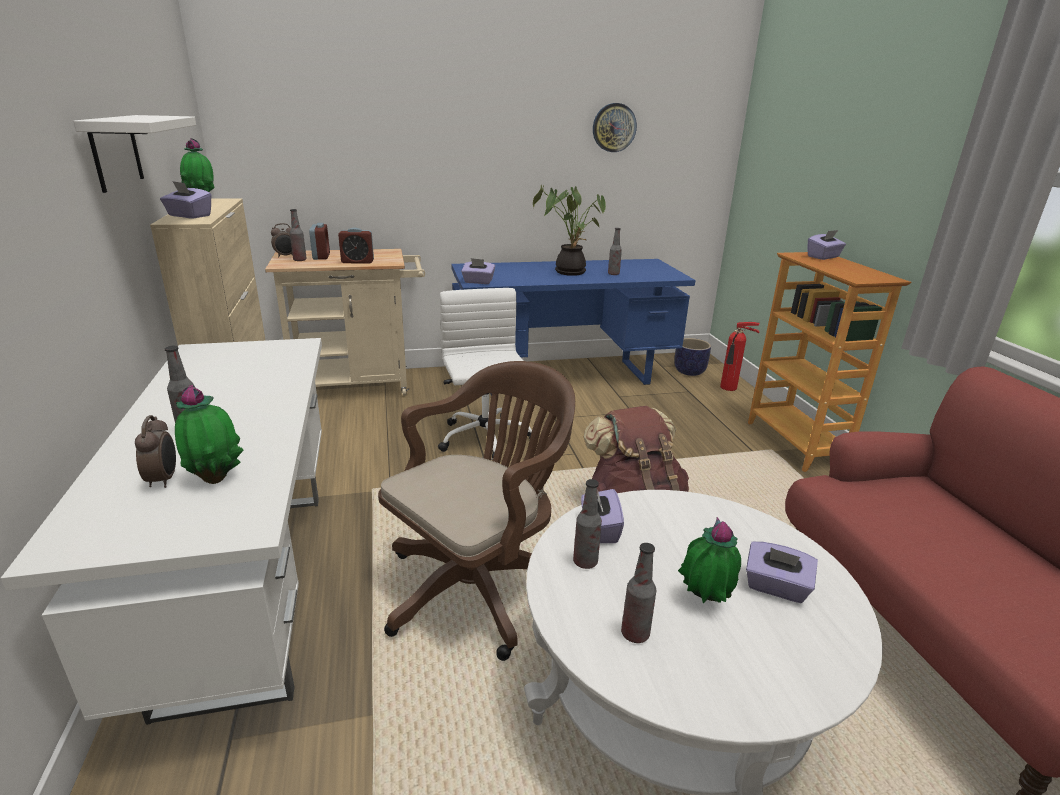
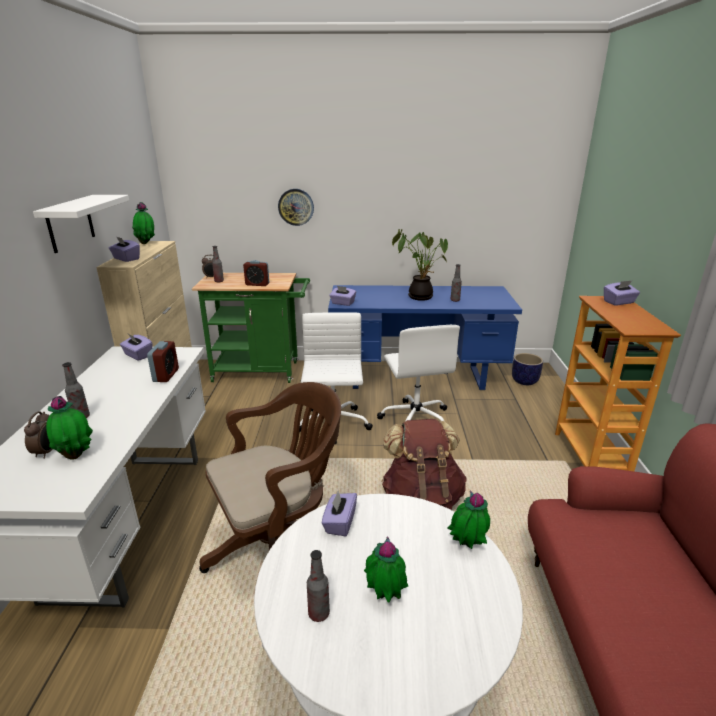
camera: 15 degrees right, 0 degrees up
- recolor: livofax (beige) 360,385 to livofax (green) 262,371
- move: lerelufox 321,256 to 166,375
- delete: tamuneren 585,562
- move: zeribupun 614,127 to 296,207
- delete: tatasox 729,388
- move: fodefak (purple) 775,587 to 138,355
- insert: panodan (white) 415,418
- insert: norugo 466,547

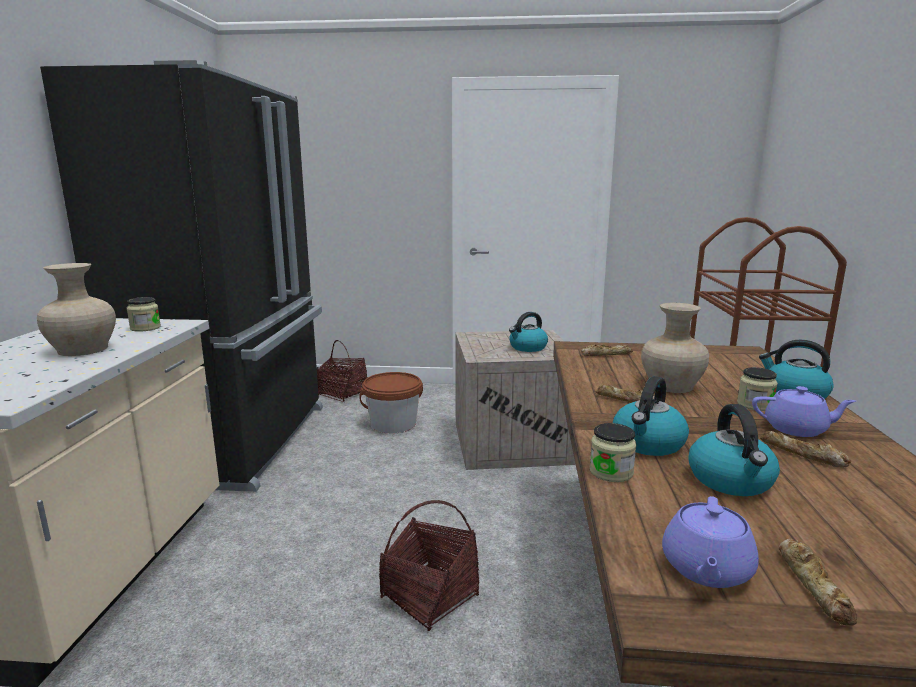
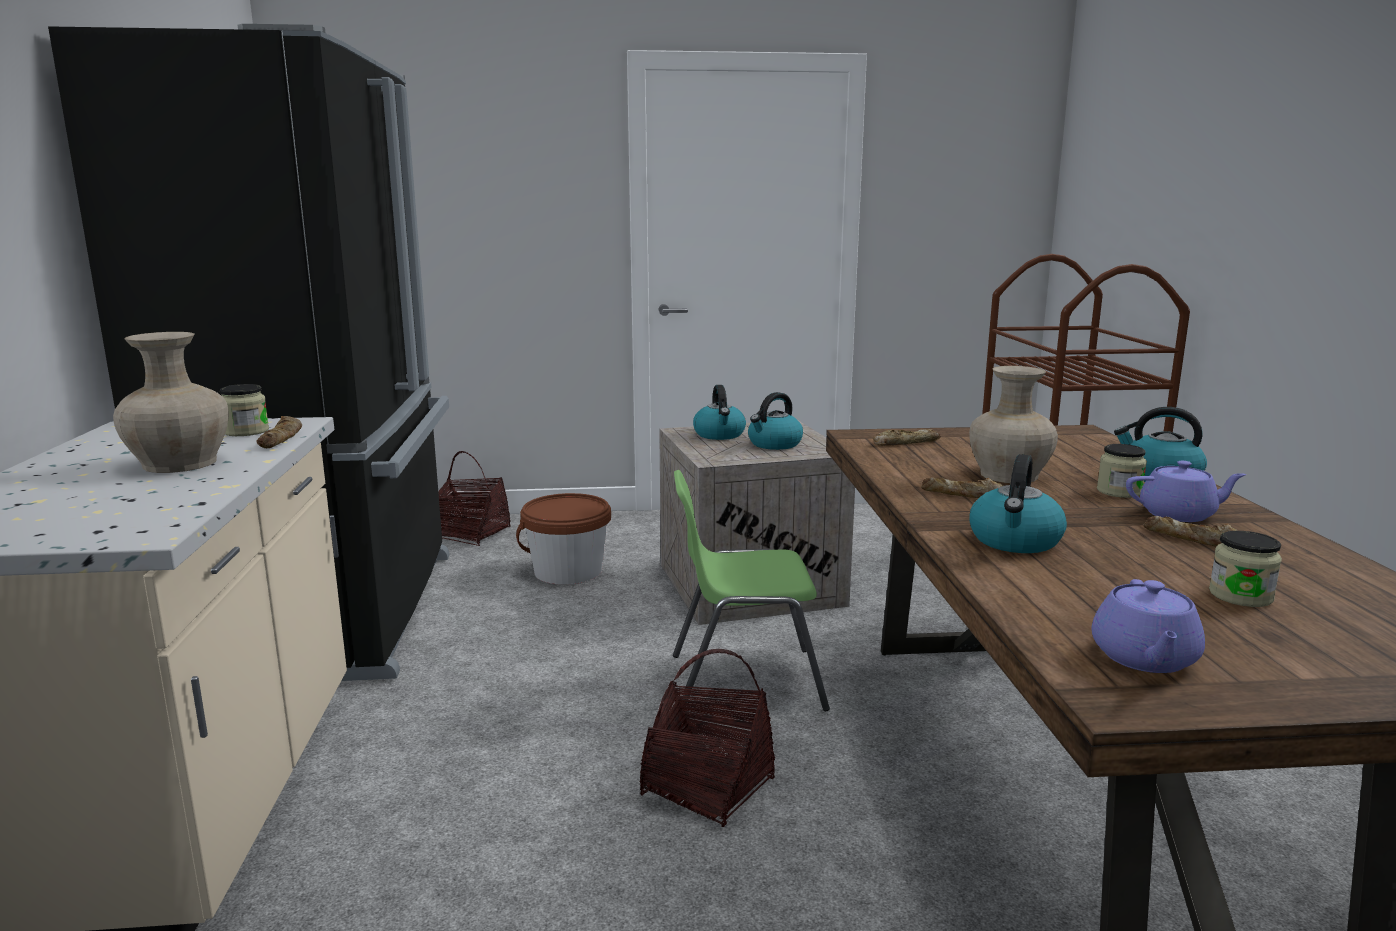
camera: 10 degrees left, 0 degrees up
- move: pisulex 611,472 to 1240,596
- move: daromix 731,480 to 719,435
- move: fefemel 814,585 to 282,439
- insert: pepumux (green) 743,680

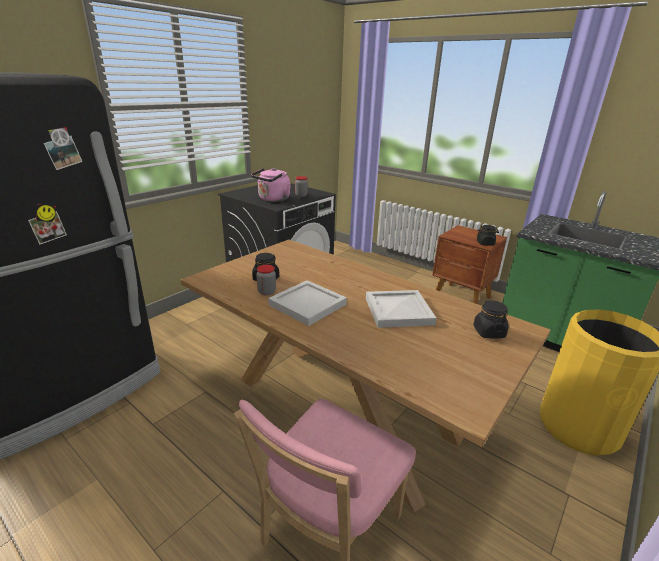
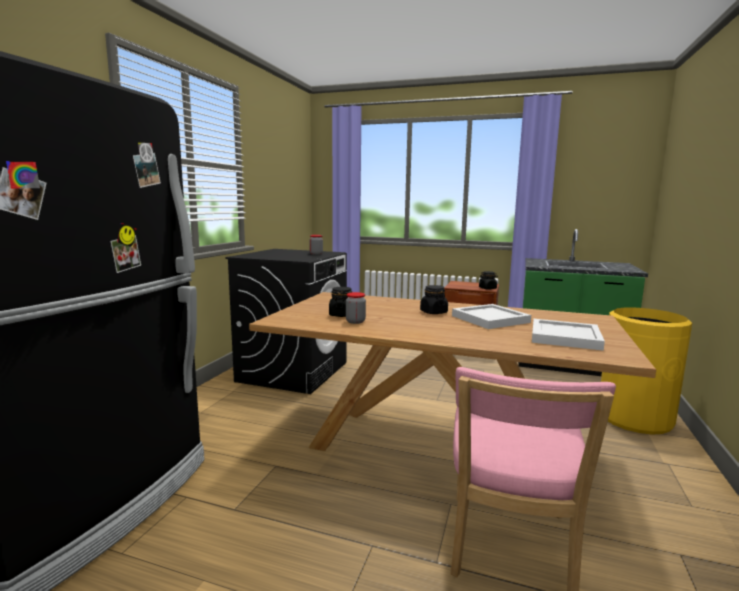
camera: 20 degrees left, 15 degrees down
- delete: daromix (pink) 273,199
- move: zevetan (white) 306,304 to 564,337
- move: pisulex (black) 488,332 to 433,312

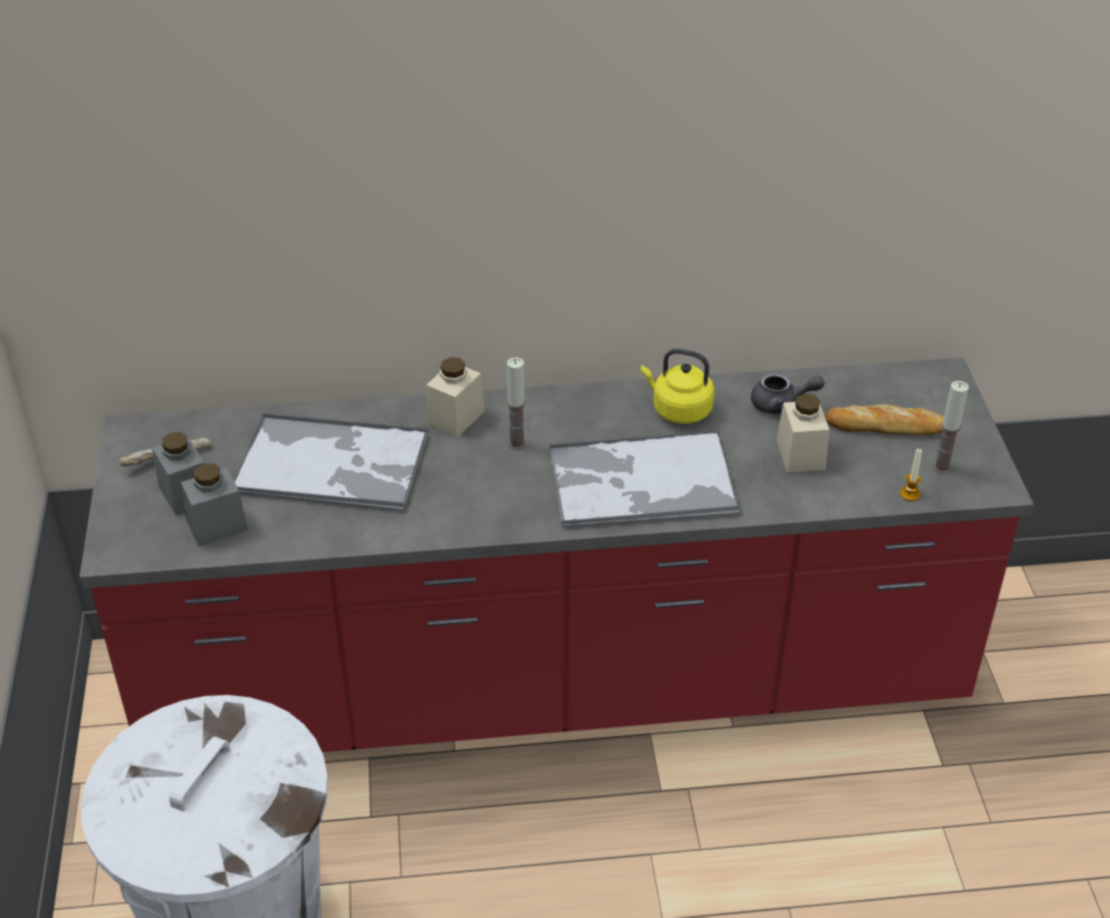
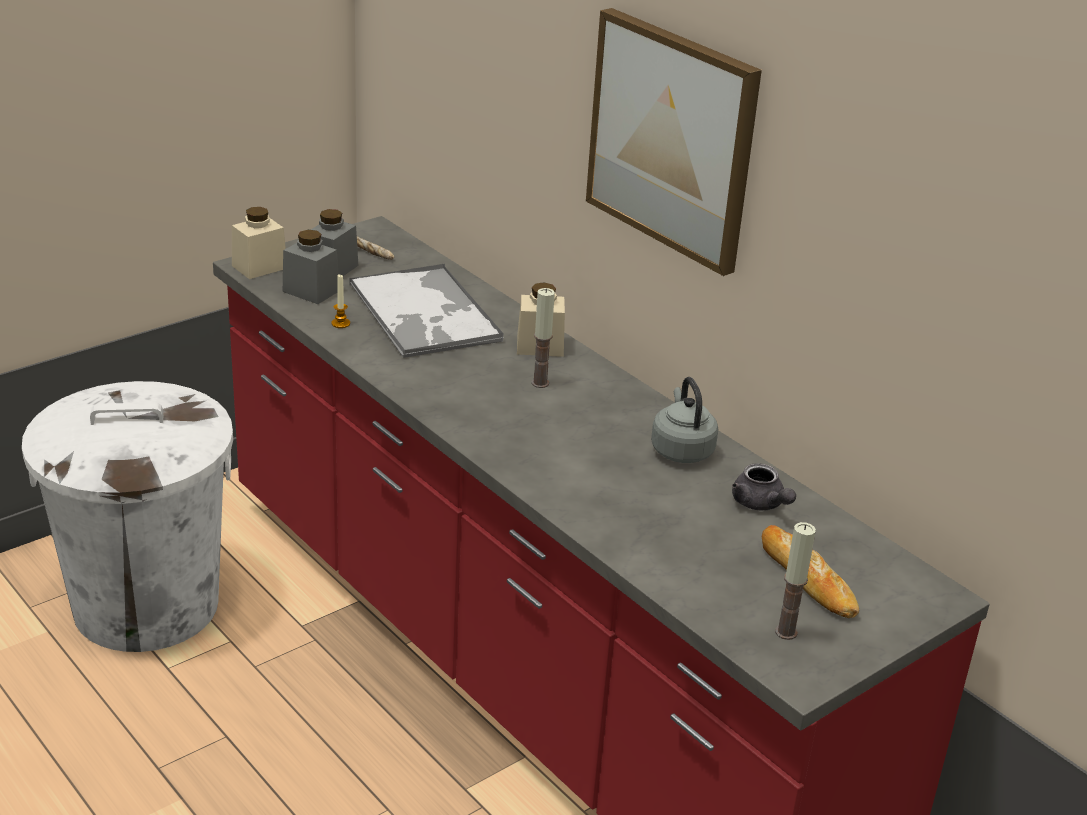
camera: 55 degrees right, 10 degrees down
- delete: zevetan 640,482
- recolor: daromix (yellow) 678,410 to daromix (grey) 681,449
- move: pisulex (beige) 800,454 to 259,267
- move: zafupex 910,494 to 340,323
- insert: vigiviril 672,139

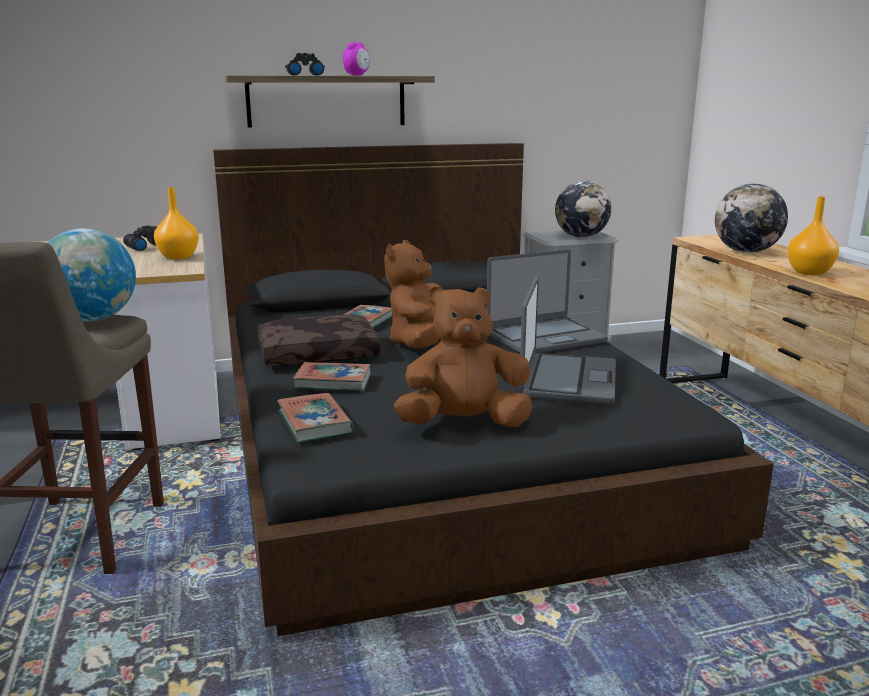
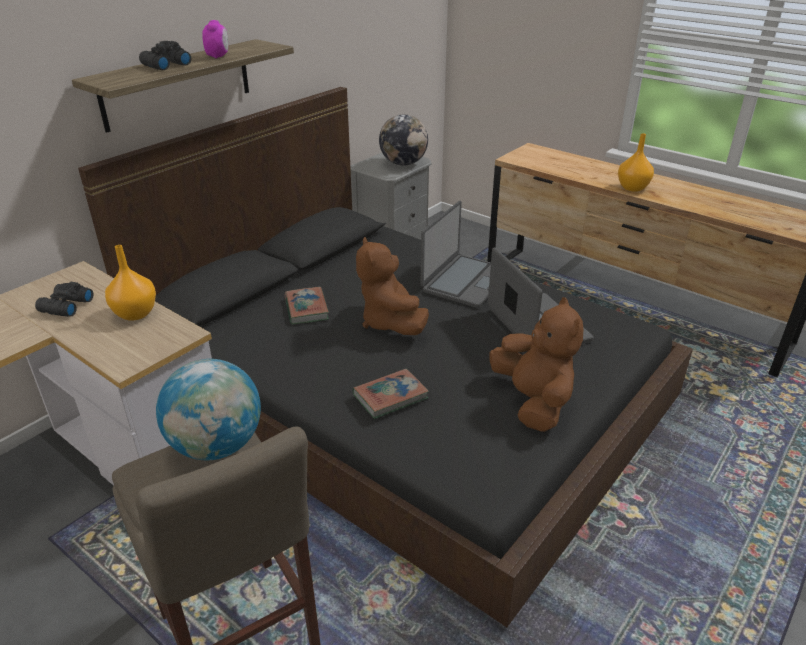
camera: 35 degrees left, 15 degrees up
- delete: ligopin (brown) 319,354
- delete: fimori 314,422
- rotate: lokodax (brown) 464,424 = 533,402 120 degrees clockwise
- delete: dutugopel 746,252

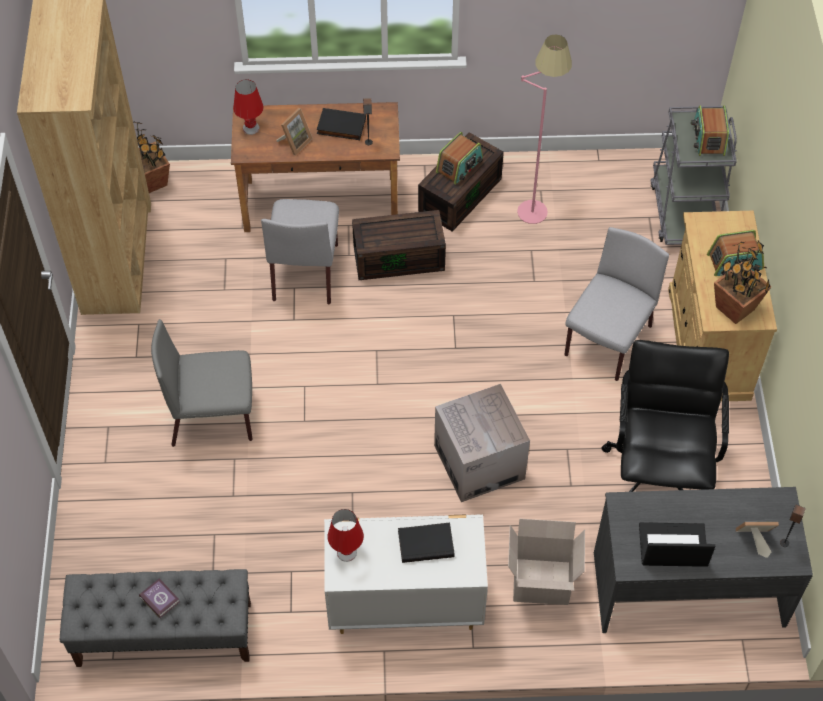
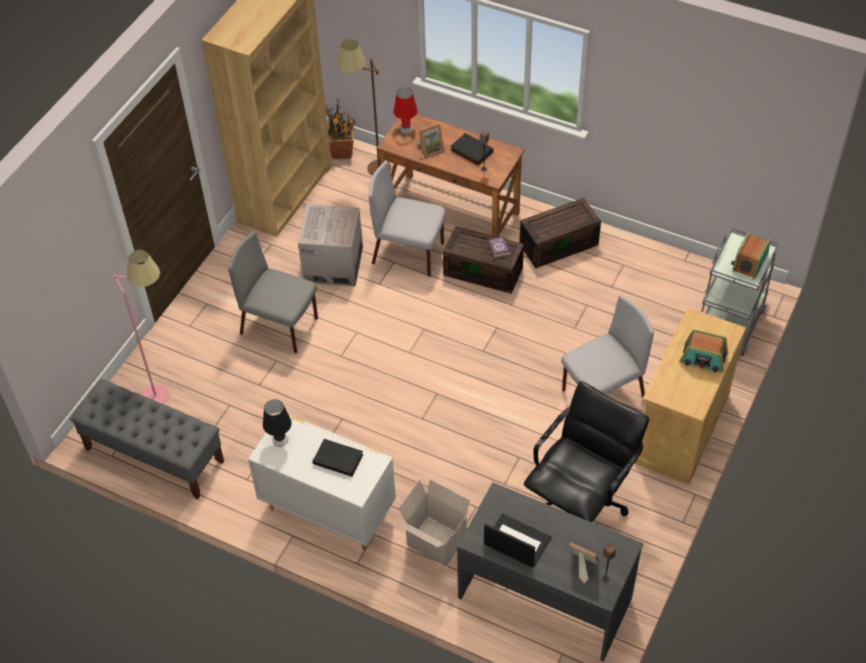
camera: 30 degrees right, 5 degrees down
- move: fimori 159,598 to 498,248
- rotate: pepumux (grey) 305,271 = 409,254 75 degrees clockwise
- recolor: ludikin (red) 347,552 to ludikin (black) 280,440
- move: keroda 479,462 to 333,264
- delete: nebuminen 459,166
- move: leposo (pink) 535,201 to 165,387
- delete: norugo 735,309
- insert: leposo (brown) 370,173

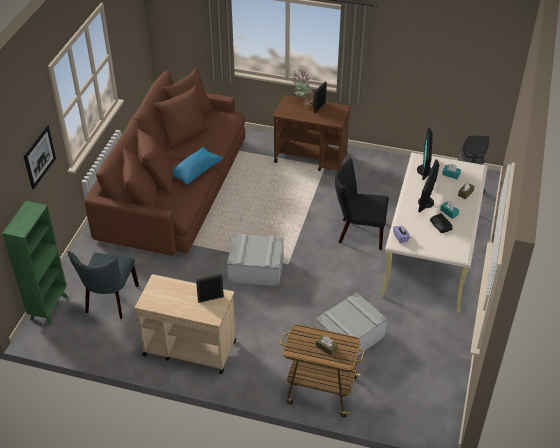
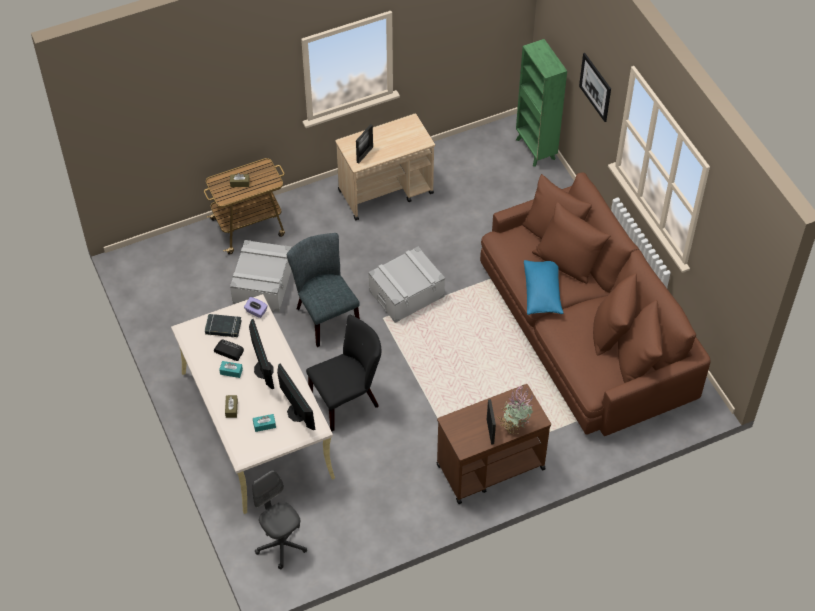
camera: 140 degrees right, 10 degrees up
- move: pepumux (grey) 110,301 to 325,315
- insert: fimori (black) 223,327

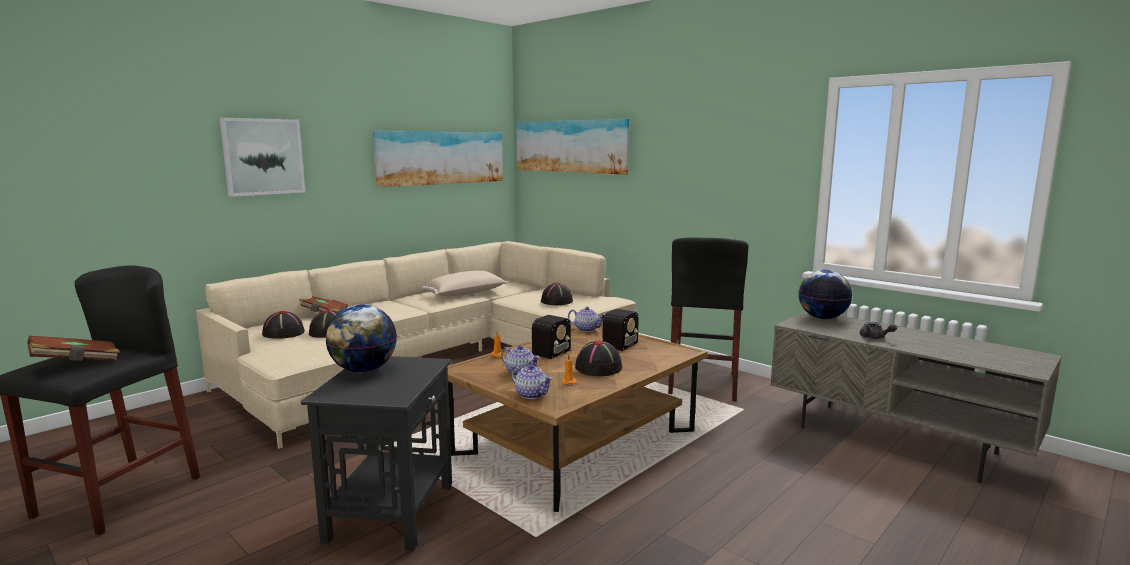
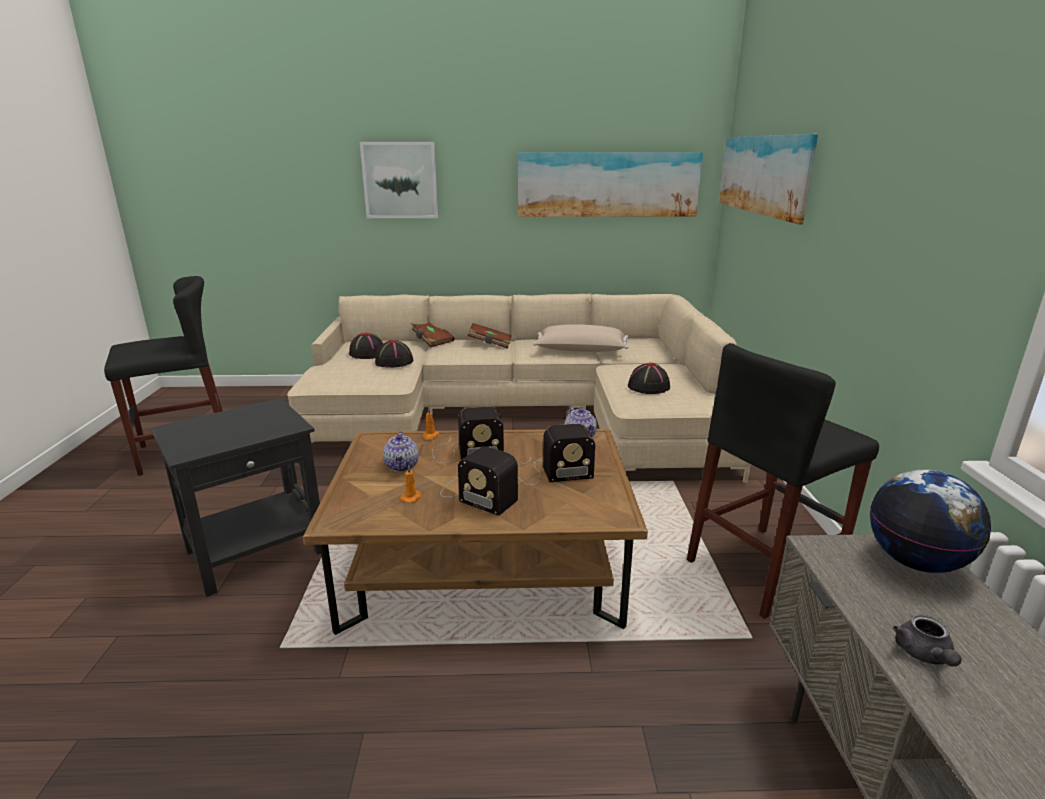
camera: 45 degrees right, 10 degrees up
- move: fimori (brown) 76,363 to 490,344
- delete: dutugopel 363,370
- delete: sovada 532,394
- replace: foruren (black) 599,368 to nebuminen 476,494

